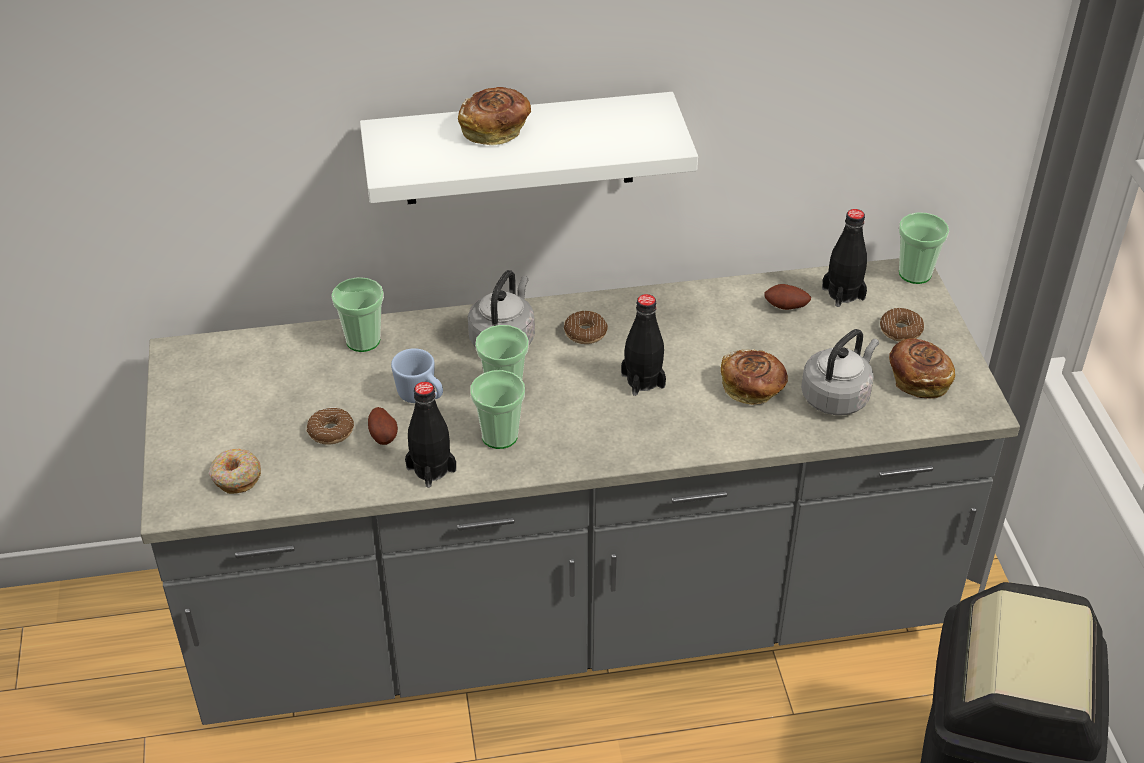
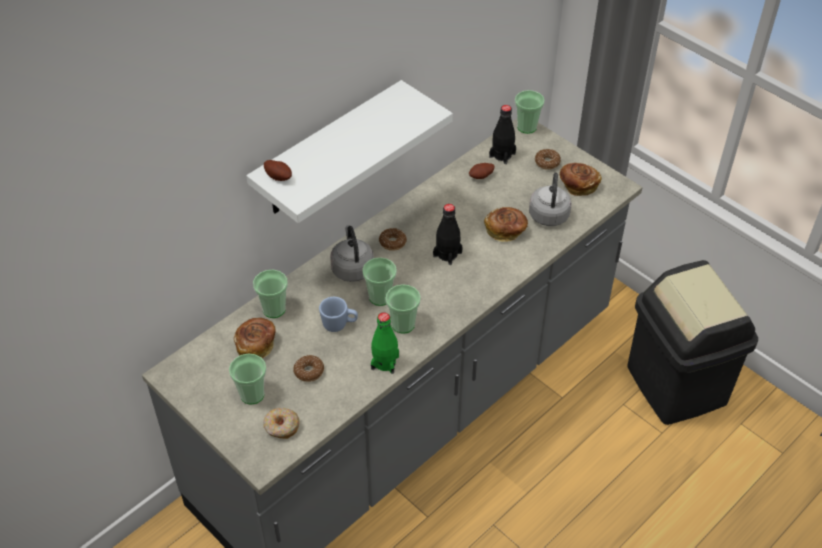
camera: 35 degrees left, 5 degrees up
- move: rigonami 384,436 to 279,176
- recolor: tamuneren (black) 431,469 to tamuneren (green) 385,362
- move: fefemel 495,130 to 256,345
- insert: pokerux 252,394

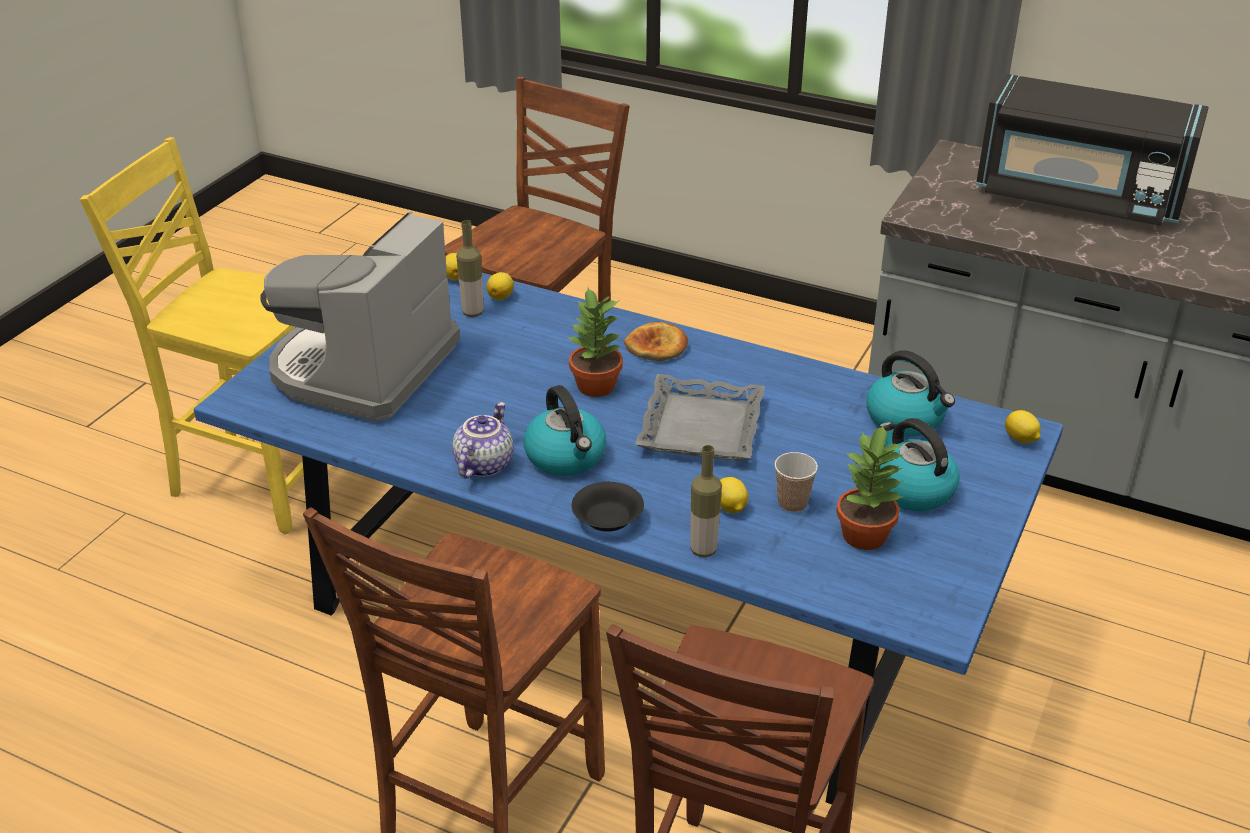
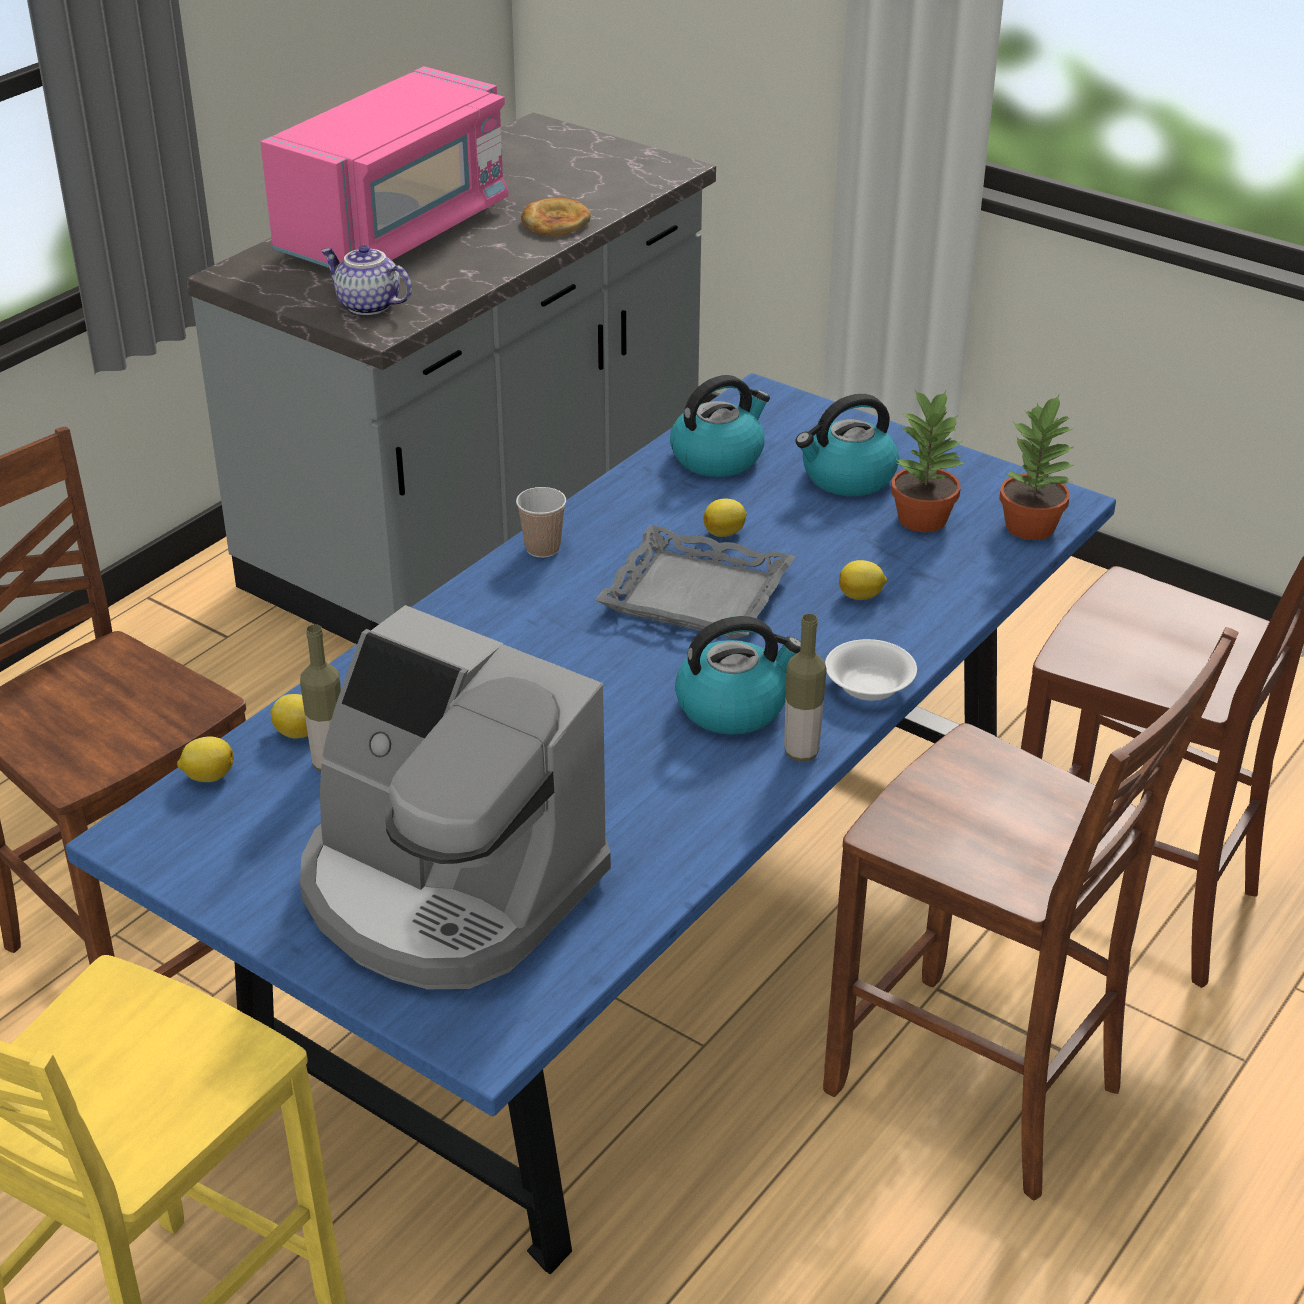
camera: 80 degrees left, 0 degrees up
- move: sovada 483,464 to 367,306
- move: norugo 596,386 to 1031,527
- recolor: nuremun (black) 608,520 to nuremun (white) 870,687
- move: fefemel 657,346 to 555,222
- move: tamuneren 703,550 to 801,752
- move: pokerux 792,503 to 542,548
- recolor: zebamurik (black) 1078,197 to zebamurik (pink) 397,229
- move: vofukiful 1021,439 to 725,533

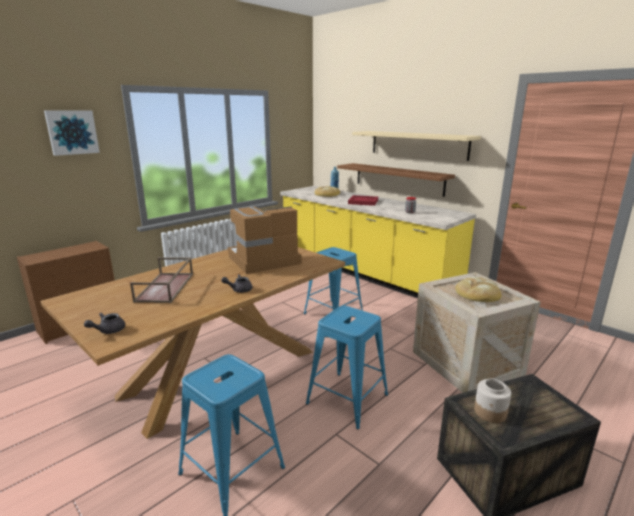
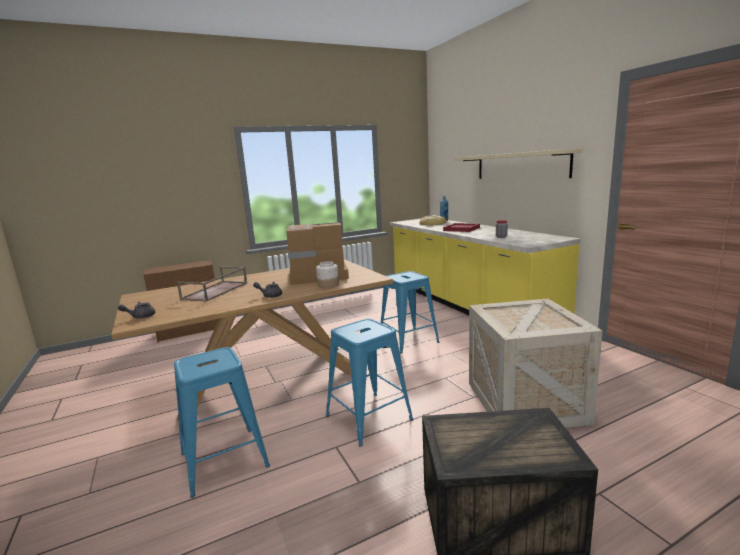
camera: 20 degrees right, 5 degrees down
- delete: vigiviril 72,132
- delete: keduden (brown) 398,179
- delete: fefemel 478,293
- move: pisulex 490,412 to 328,285

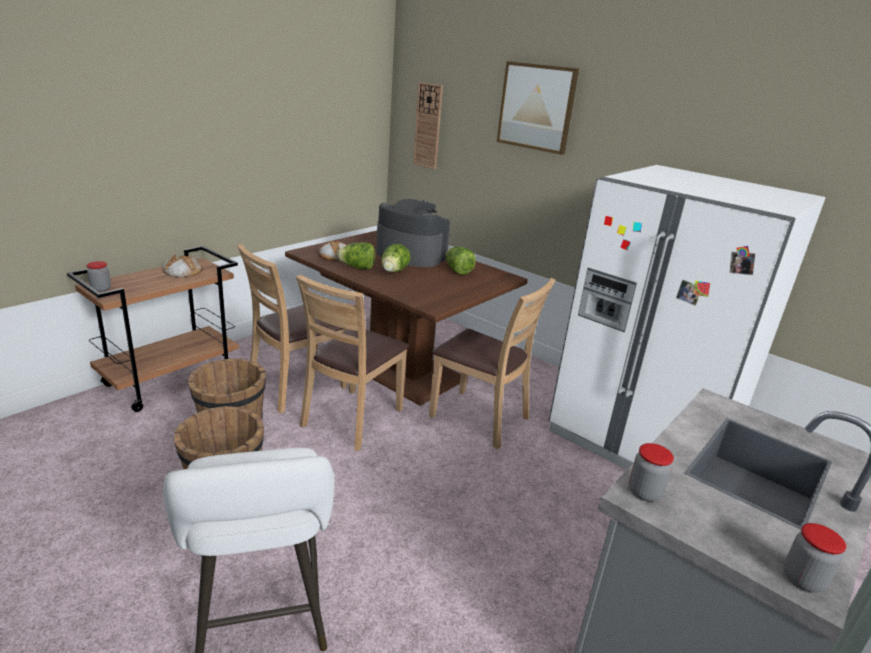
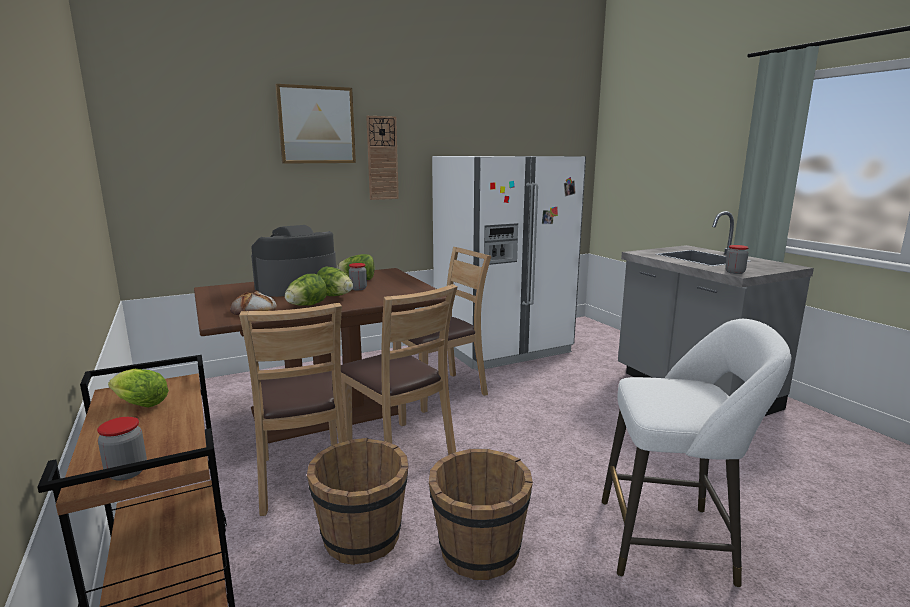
camera: 65 degrees left, 10 degrees down
- replace: fefemel 182,271 to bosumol 138,404
- move: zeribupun 428,126 to 382,158
- move: pisulex 803,579 to 358,288

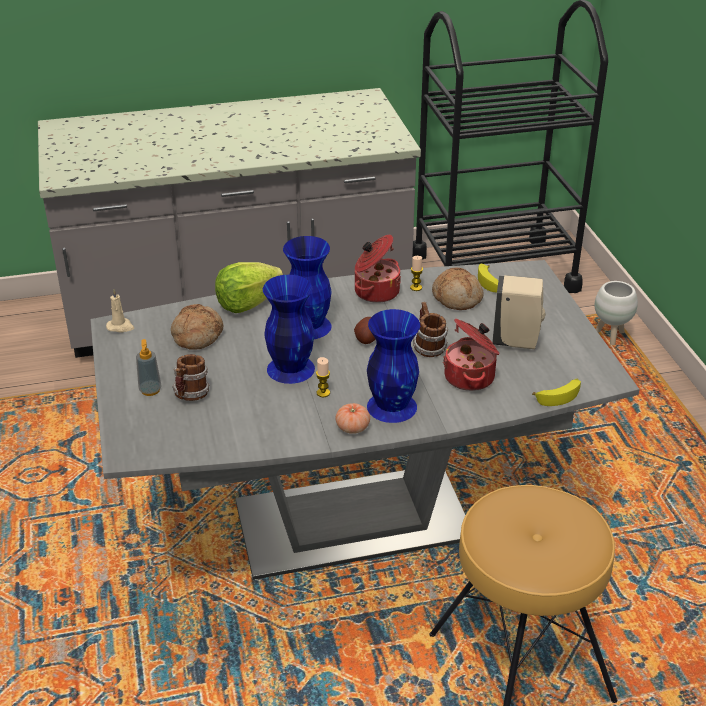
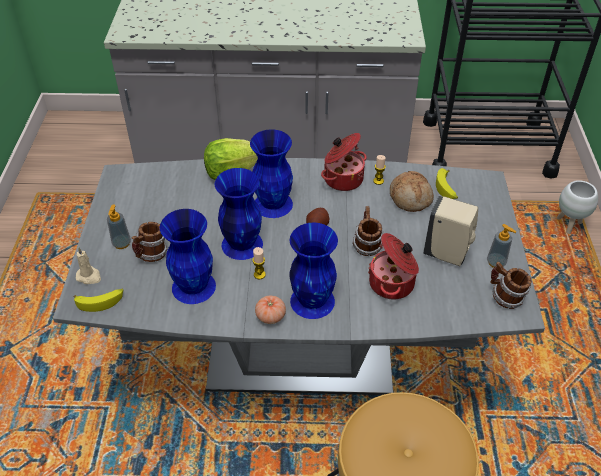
camera: 15 degrees right, 10 degrees up
- move: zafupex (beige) 120,327 to 89,276
- delete: fefemel 197,335
- move: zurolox 559,395 to 101,301
- insert: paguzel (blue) 194,286
- insert: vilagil 496,262
- insert: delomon 505,297

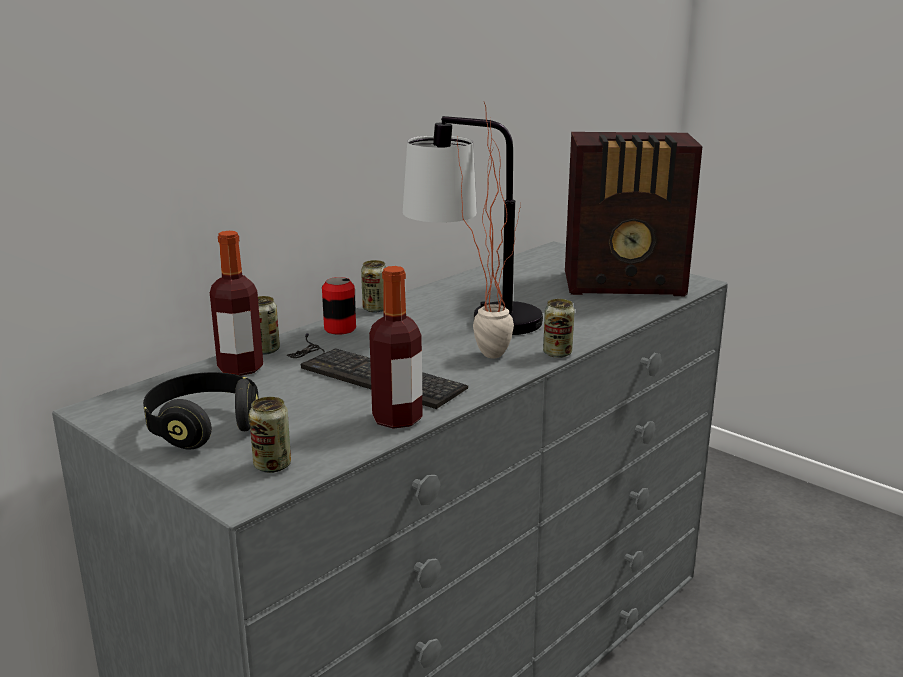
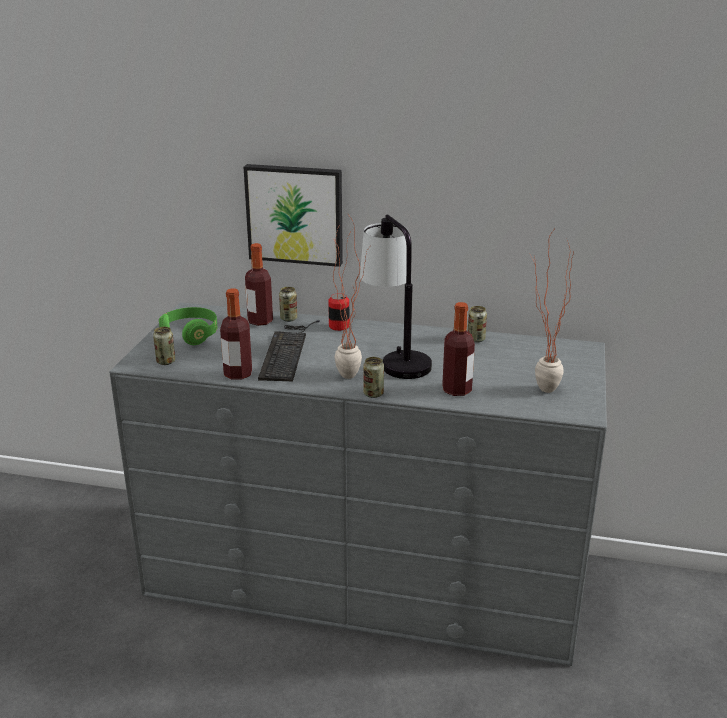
camera: 60 degrees right, 5 degrees up
- recolor: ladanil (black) 203,427 to ladanil (green) 190,335
- move: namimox 375,309 to 476,339
- replace: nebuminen 626,284 to norugo 538,389
- insert: vigiviril 295,214
- insert: tamuneren 456,390

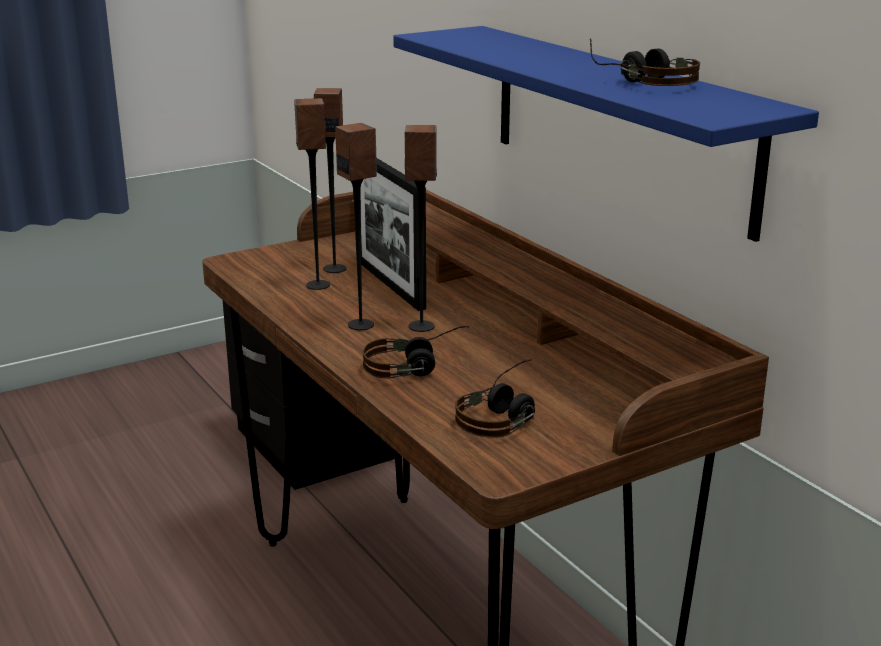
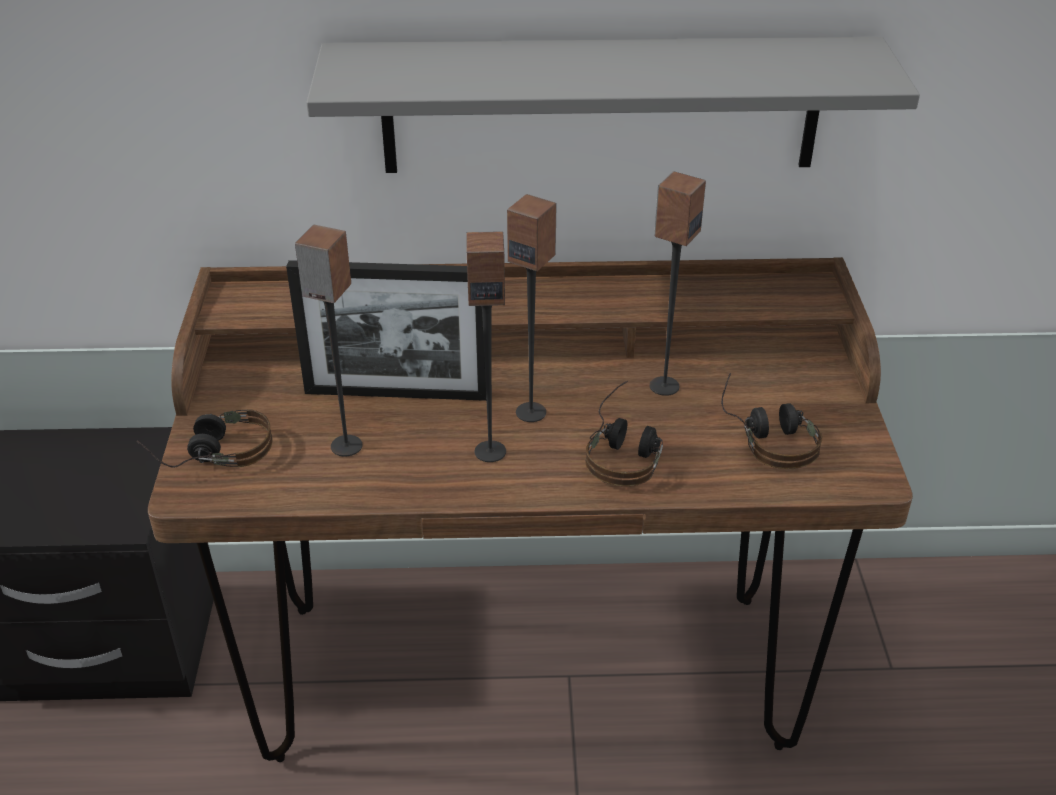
camera: 60 degrees left, 15 degrees up
- move: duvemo 335,268 to 663,386
- recolor: keduden (blue) 618,124 to keduden (grey) 601,105
- move: ladanil 641,81 to 210,453

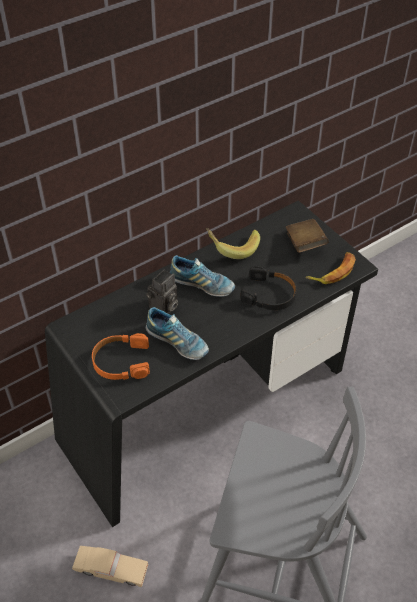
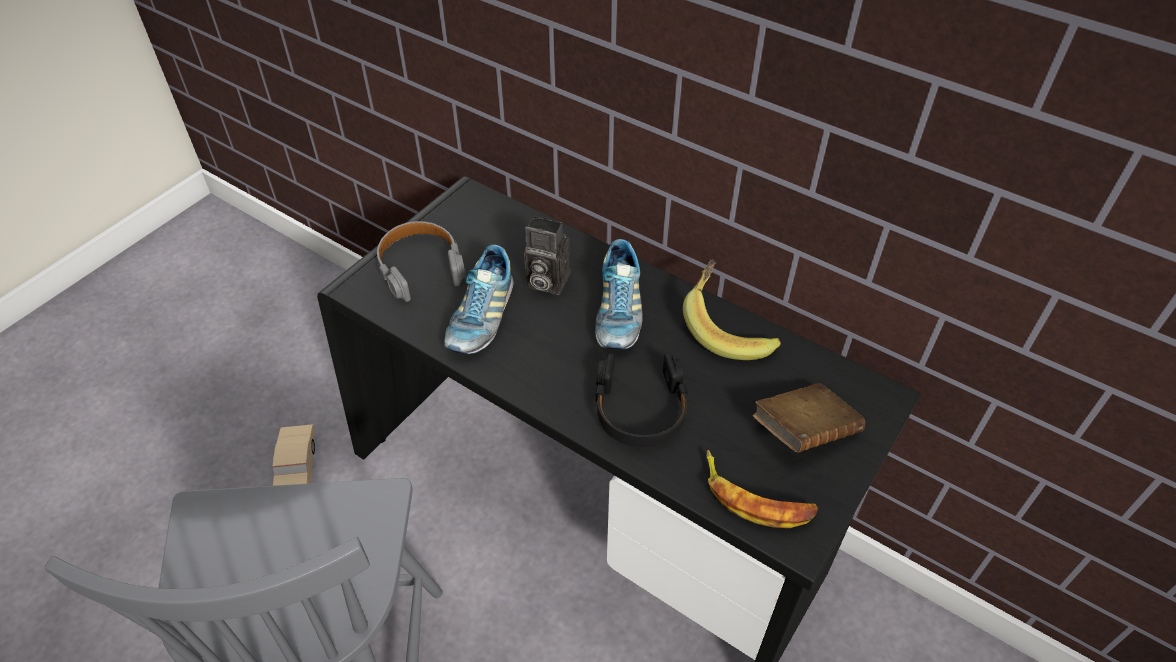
camera: 70 degrees right, 0 degrees up
- recolor: ladanil (orange) 121,362 to ladanil (grey) 420,266

